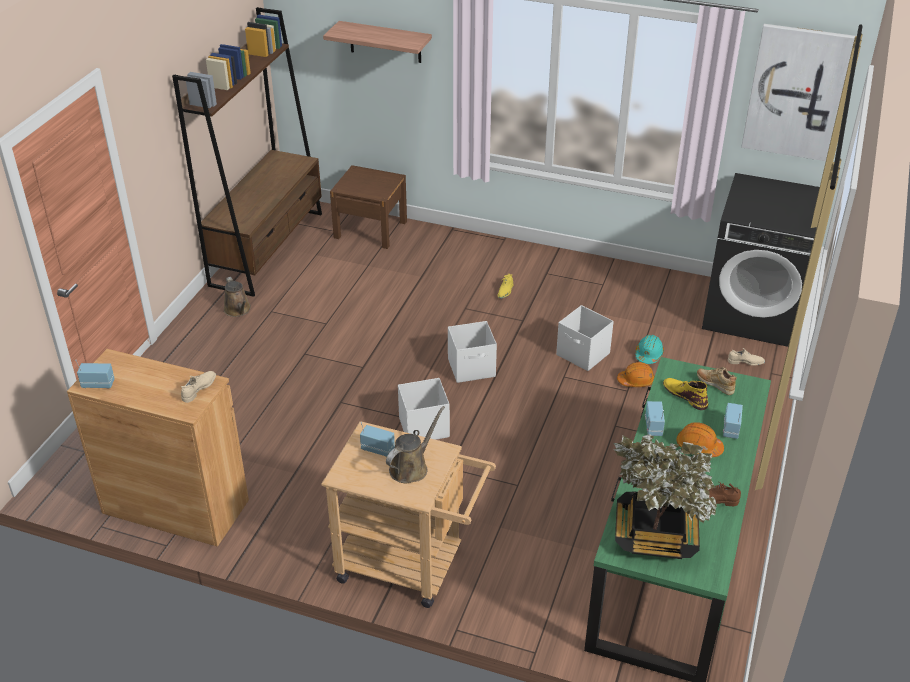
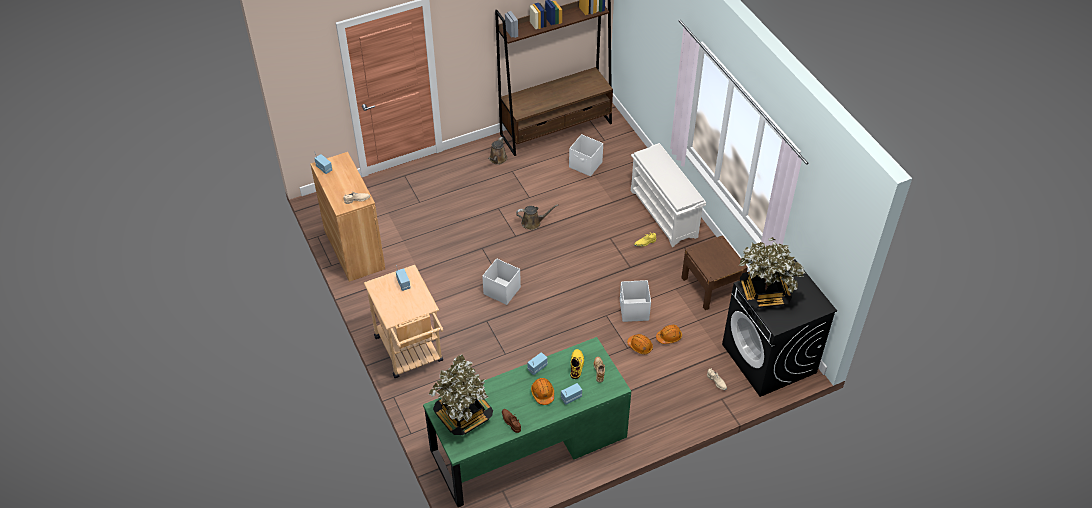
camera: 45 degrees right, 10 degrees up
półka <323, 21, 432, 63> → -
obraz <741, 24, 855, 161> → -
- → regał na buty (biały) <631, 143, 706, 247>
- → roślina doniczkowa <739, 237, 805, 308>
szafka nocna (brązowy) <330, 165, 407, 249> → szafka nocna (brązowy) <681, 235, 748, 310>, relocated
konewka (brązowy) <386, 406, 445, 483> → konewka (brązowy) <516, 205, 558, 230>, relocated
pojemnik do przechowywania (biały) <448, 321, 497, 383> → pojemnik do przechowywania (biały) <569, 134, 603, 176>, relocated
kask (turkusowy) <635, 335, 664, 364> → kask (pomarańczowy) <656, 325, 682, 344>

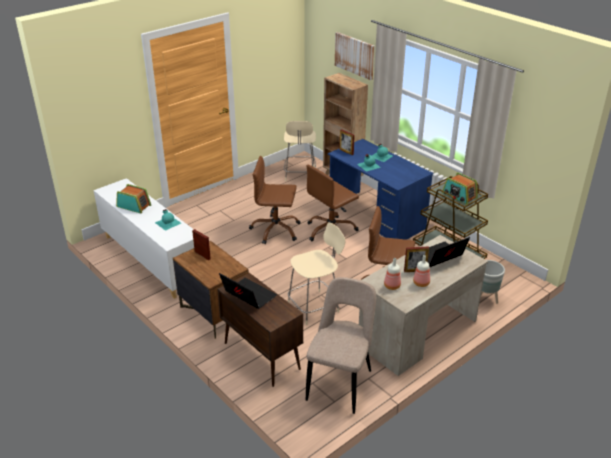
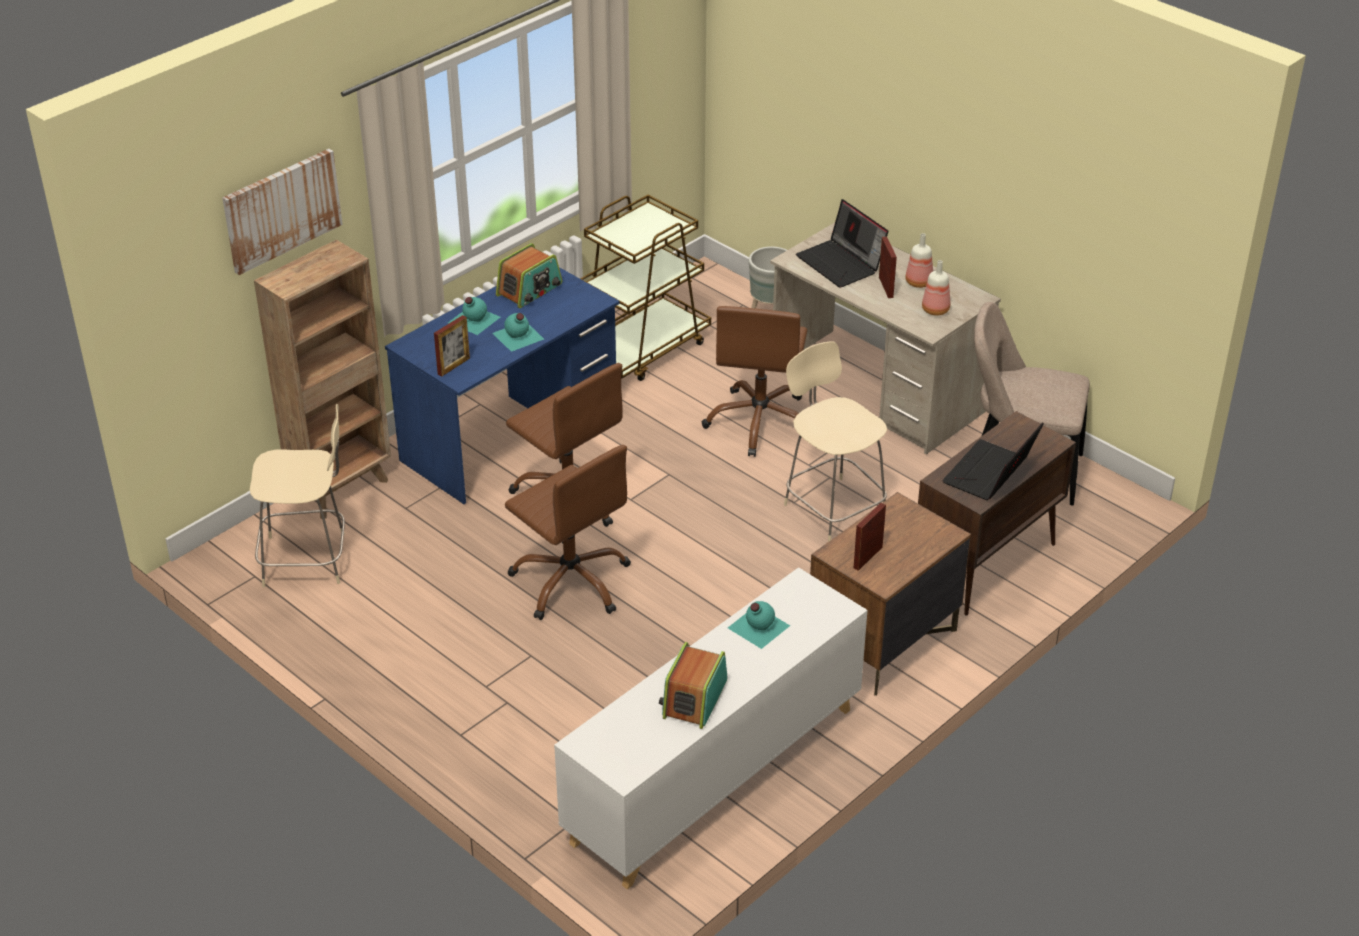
camera: 95 degrees left, 5 degrees up
radio <442, 173, 478, 205> → radio <496, 243, 562, 308>, relocated
krzesło biurowe (brązowy) <249, 156, 301, 244> → krzesło biurowe (brązowy) <505, 445, 631, 620>, 45 degrees counterclockwise

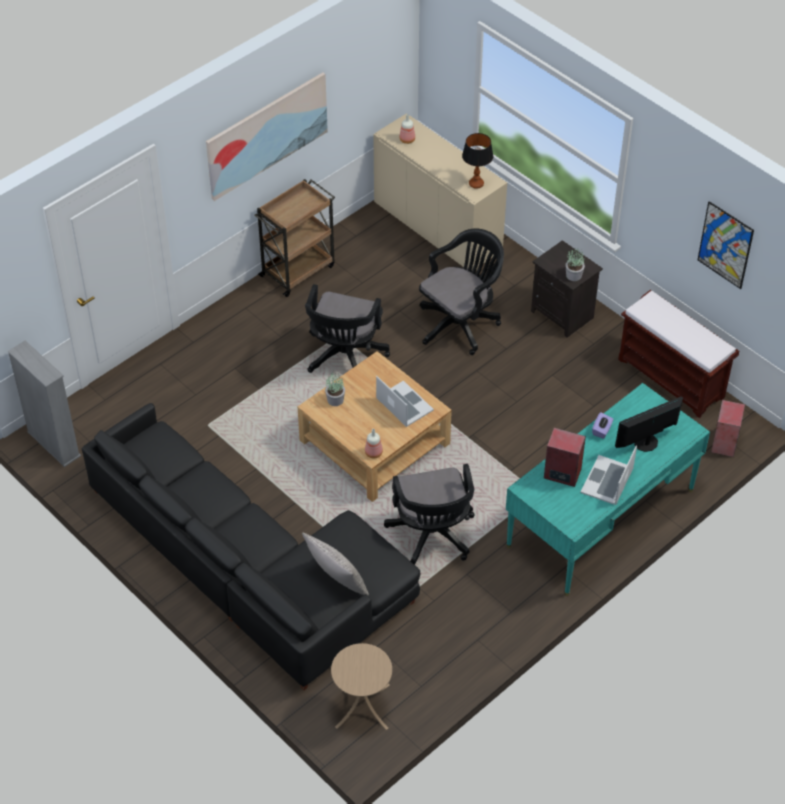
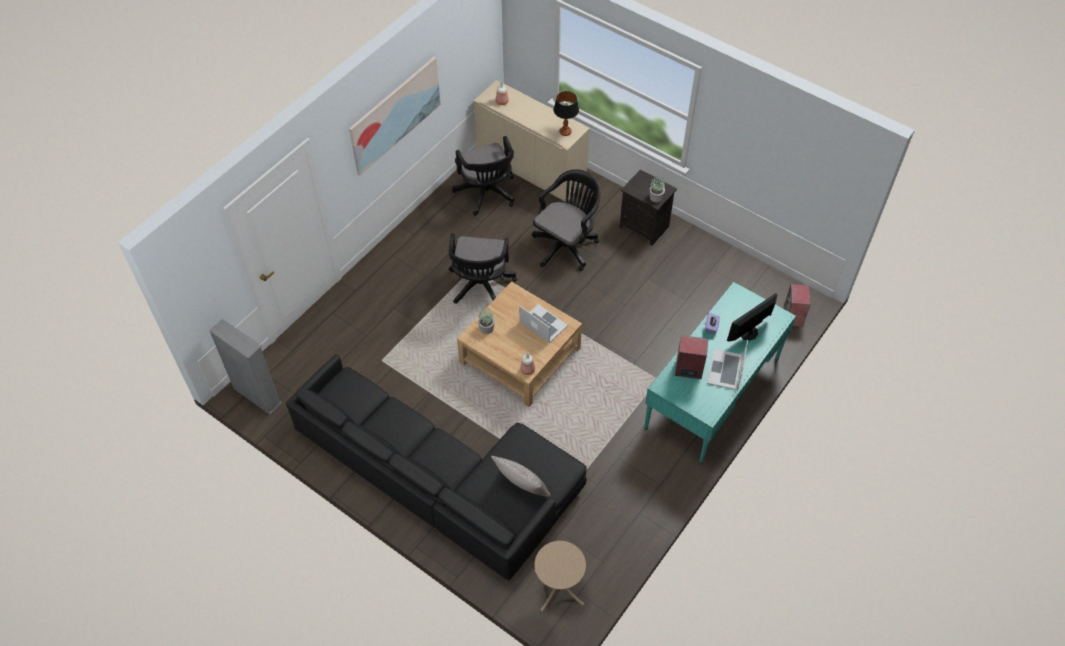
camera: 10 degrees left, 5 degrees up
wózek (brązowy) <254, 179, 335, 297> → -
ławka (brązowy) <618, 290, 739, 418> → -
obraz <698, 201, 754, 289> → -
krzesło biurowe (czarny) <384, 464, 475, 565> → krzesło biurowe (czarny) <452, 136, 515, 216>, relocated

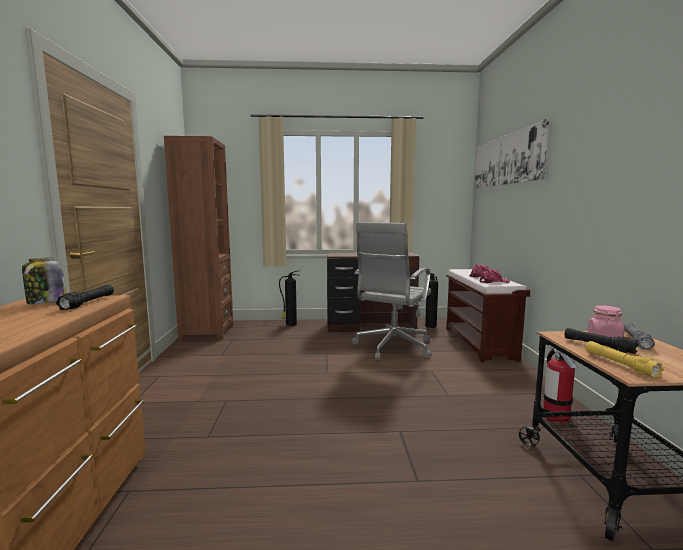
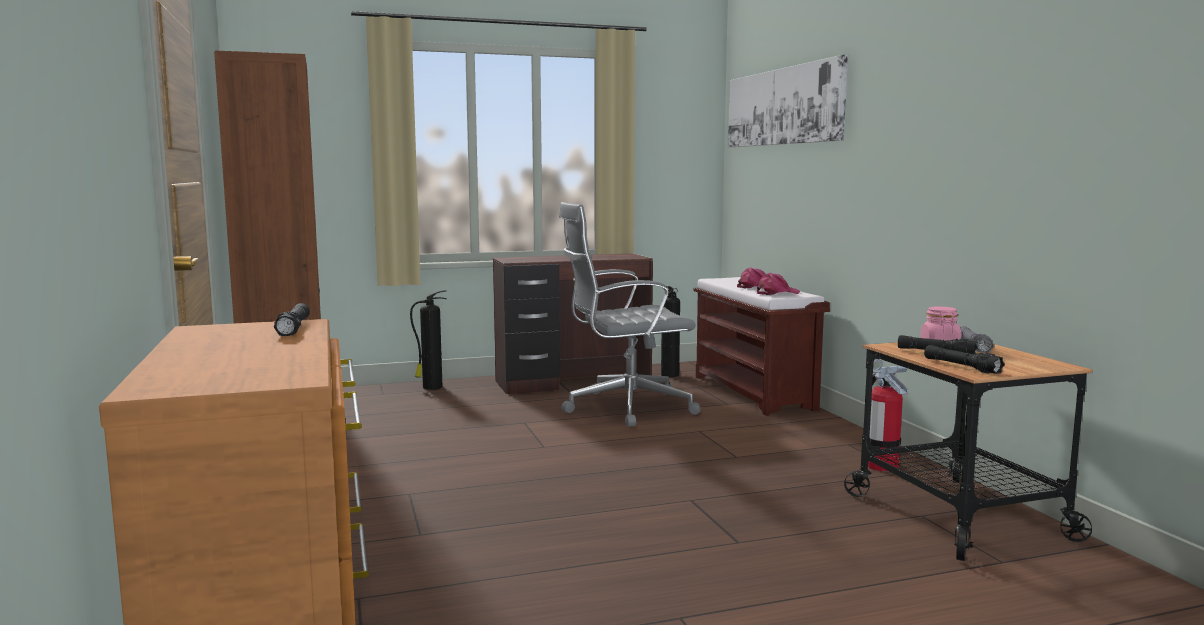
camera: 15 degrees left, 0 degrees up
słoik <22, 257, 66, 304> → -
latarka (żółty) <585, 341, 664, 378> → latarka (czarny) <924, 345, 1005, 374>
krzesło biurowe (szary) <351, 222, 432, 360> → krzesło biurowe (szary) <559, 202, 701, 427>, 60 degrees clockwise

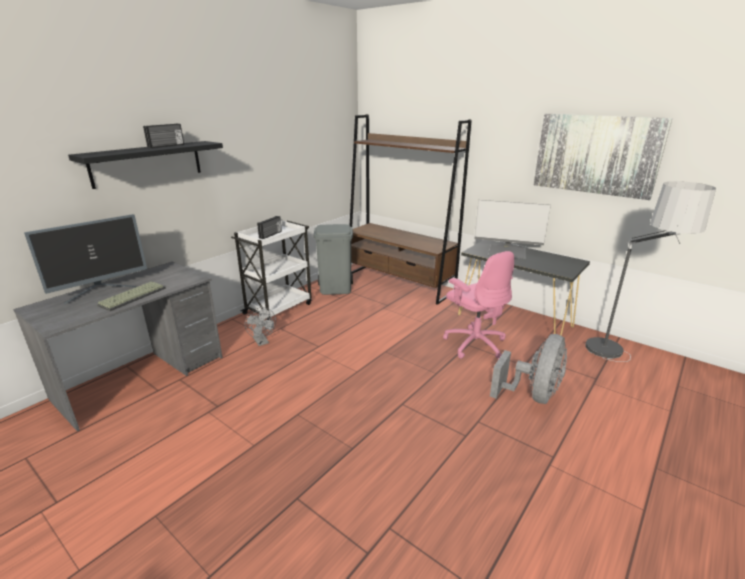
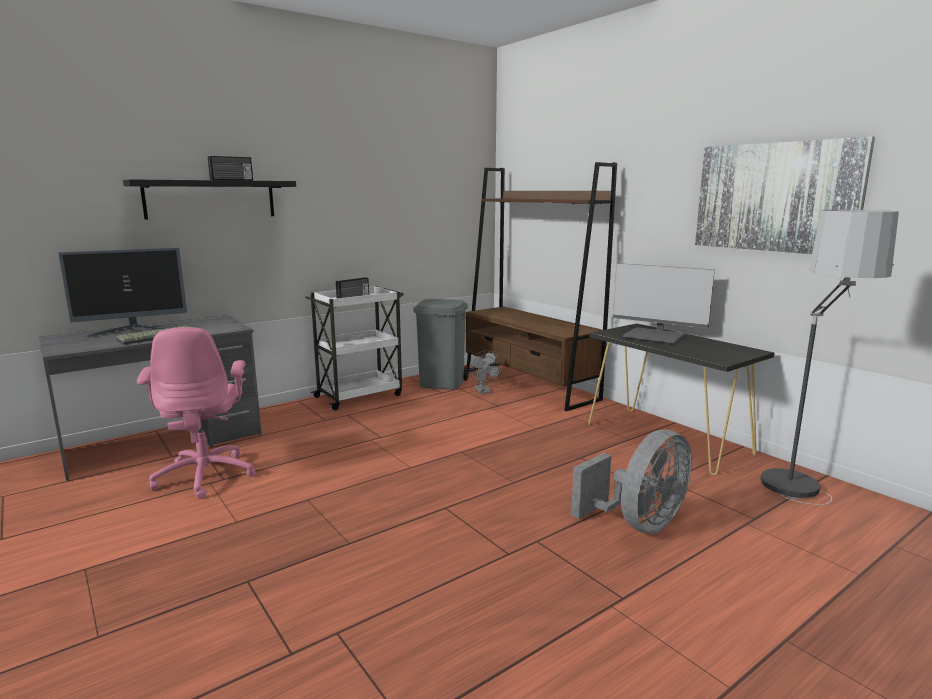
camera: 15 degrees right, 10 degrees down
wentylator (szary) <245, 307, 276, 346> → wentylator (szary) <469, 351, 502, 394>, relocated
krzesło biurowe (różowy) <443, 251, 514, 359> → krzesło biurowe (różowy) <137, 327, 256, 499>, relocated

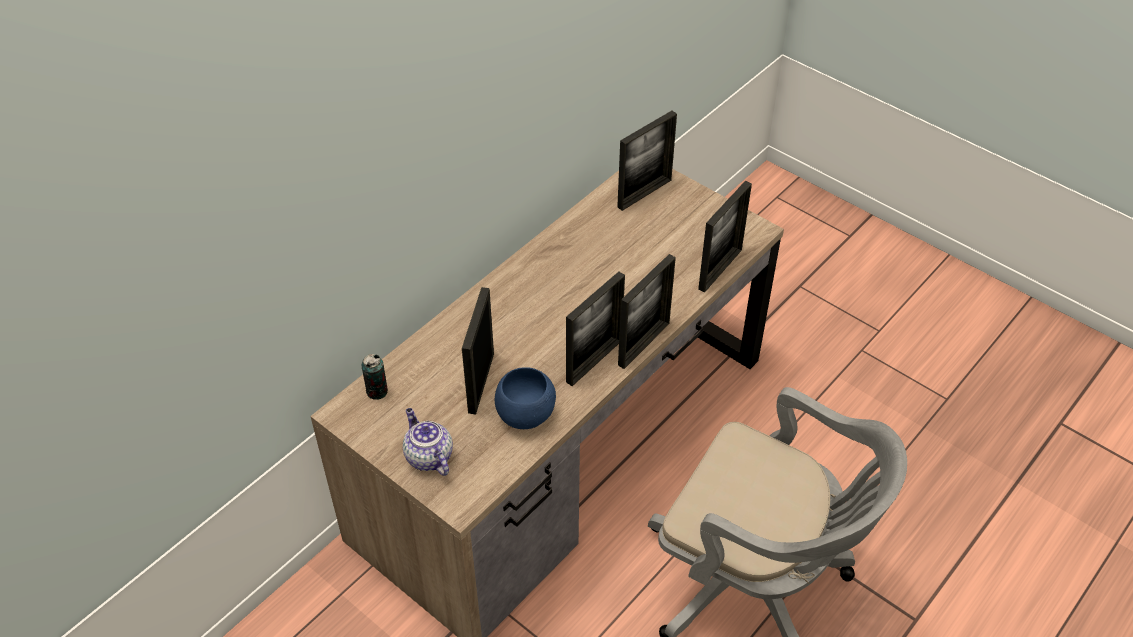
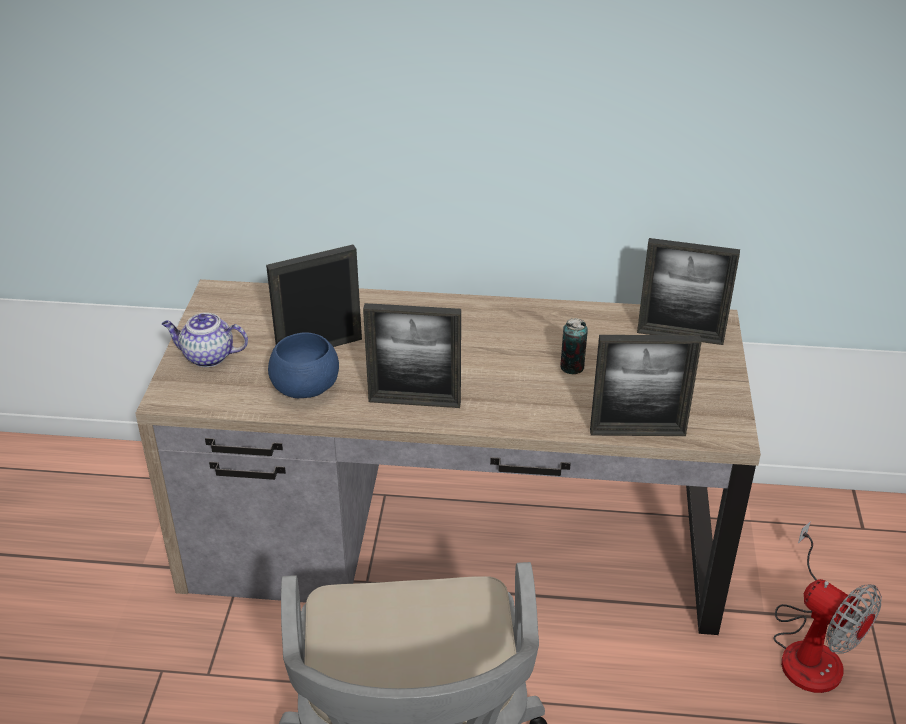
camera: 55 degrees right, 10 degrees down
ramka na zdjęcie <618, 254, 676, 369> → -
- → wentylator <773, 521, 882, 693>
puszka <361, 354, 388, 400> → puszka <560, 318, 588, 374>, relocated
imbryk <403, 408, 453, 476> → imbryk <162, 313, 248, 367>, 105 degrees counterclockwise

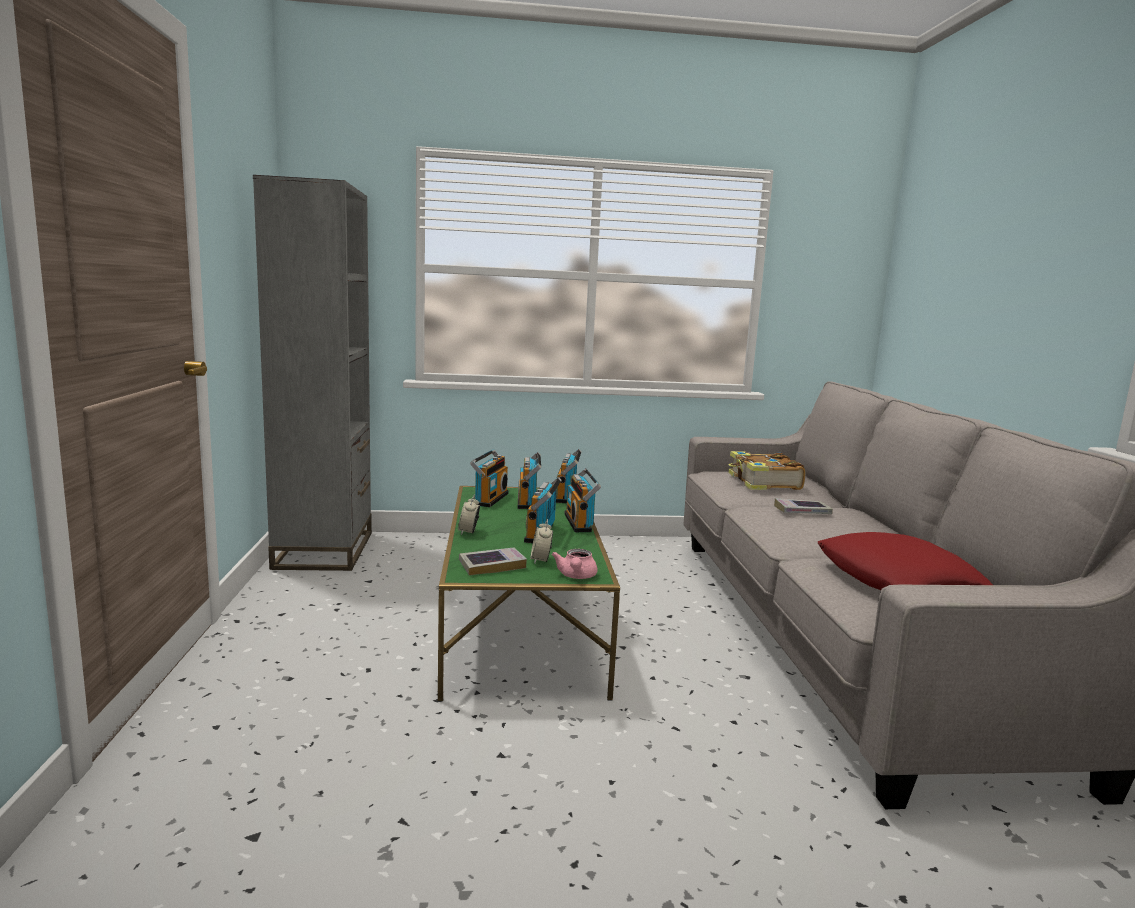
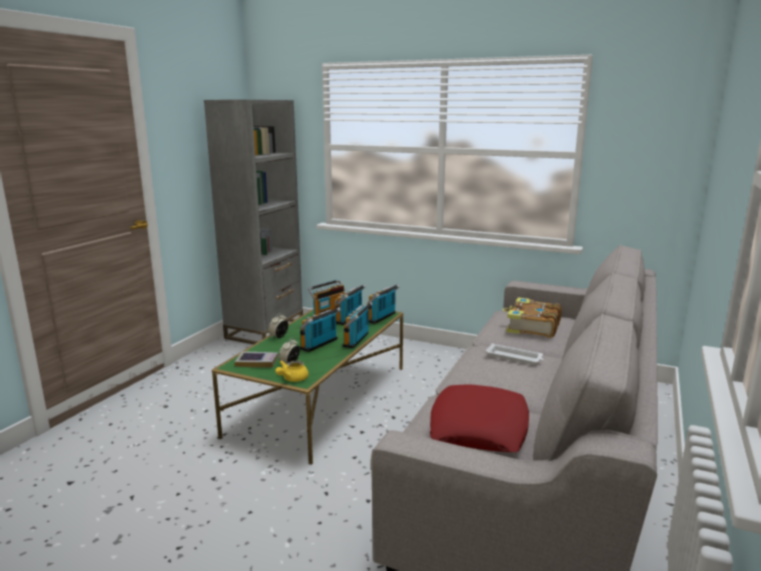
camera: 30 degrees right, 5 degrees up
książka <774, 498, 833, 514> → taca (biały) <485, 343, 543, 365>
imbryk (różowy) <552, 549, 597, 579> → imbryk (żółty) <275, 361, 309, 382>

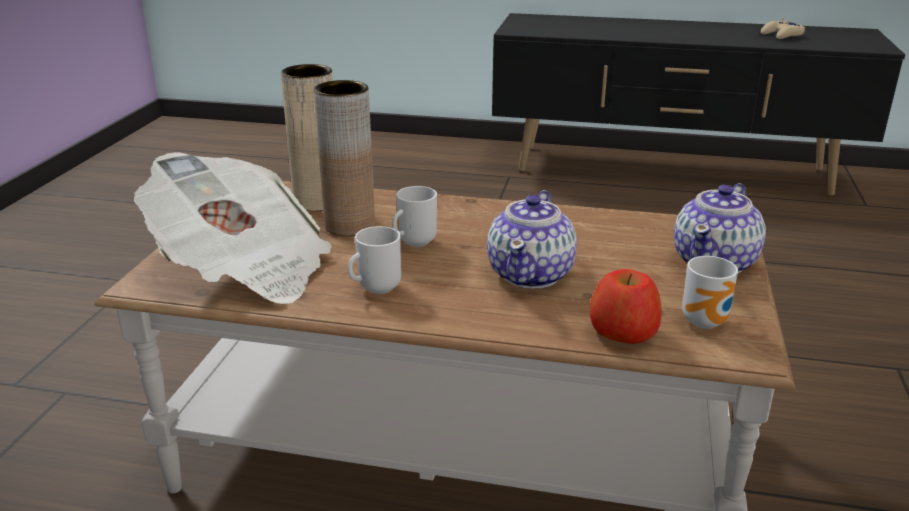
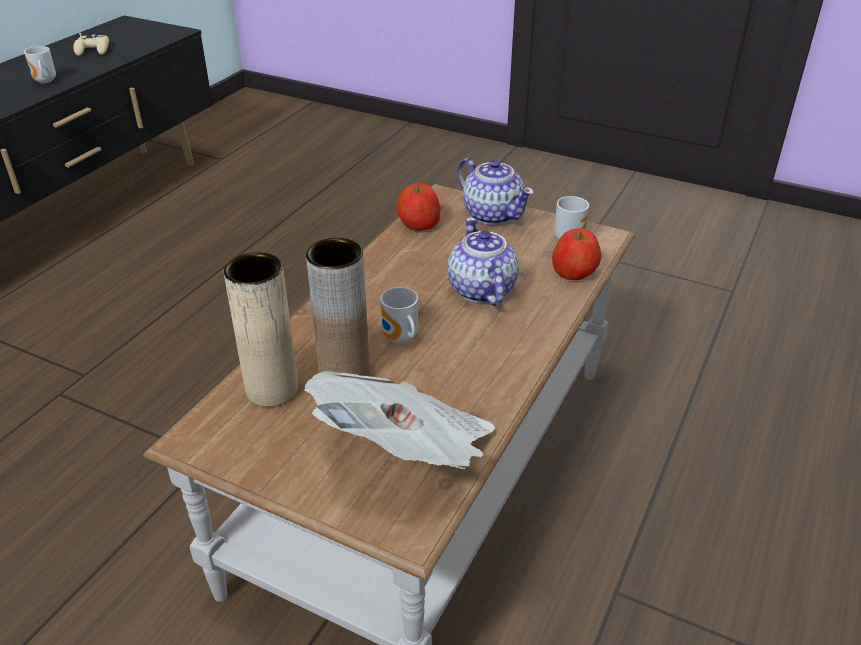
camera: 75 degrees left, 10 degrees up
- → jabłko <397, 183, 440, 230>
kubek <347, 226, 401, 294> → kubek <24, 46, 56, 83>, relocated
imbryk <487, 190, 577, 289> → imbryk <448, 217, 519, 306>, 135 degrees counterclockwise

